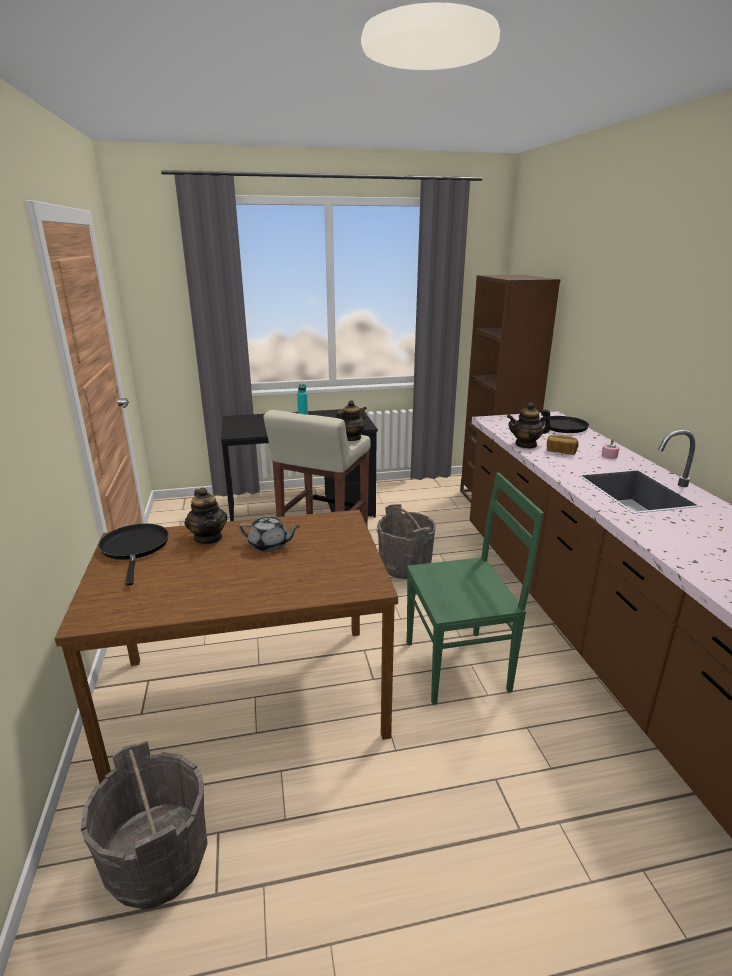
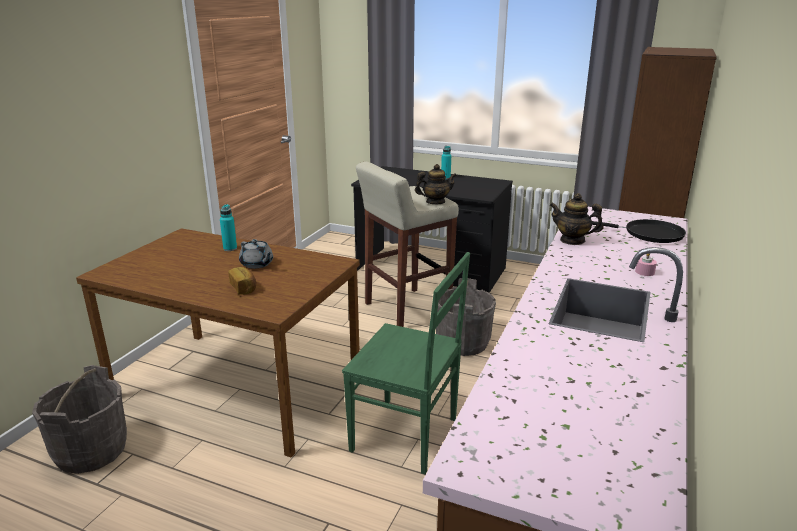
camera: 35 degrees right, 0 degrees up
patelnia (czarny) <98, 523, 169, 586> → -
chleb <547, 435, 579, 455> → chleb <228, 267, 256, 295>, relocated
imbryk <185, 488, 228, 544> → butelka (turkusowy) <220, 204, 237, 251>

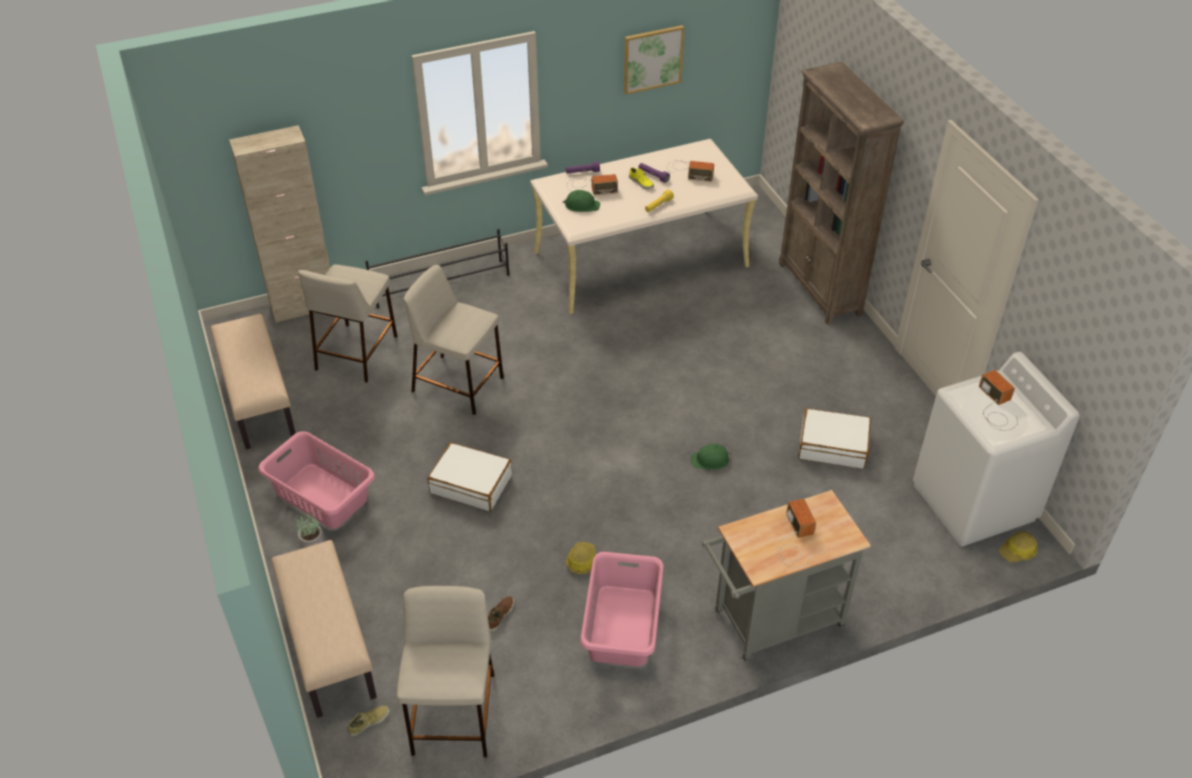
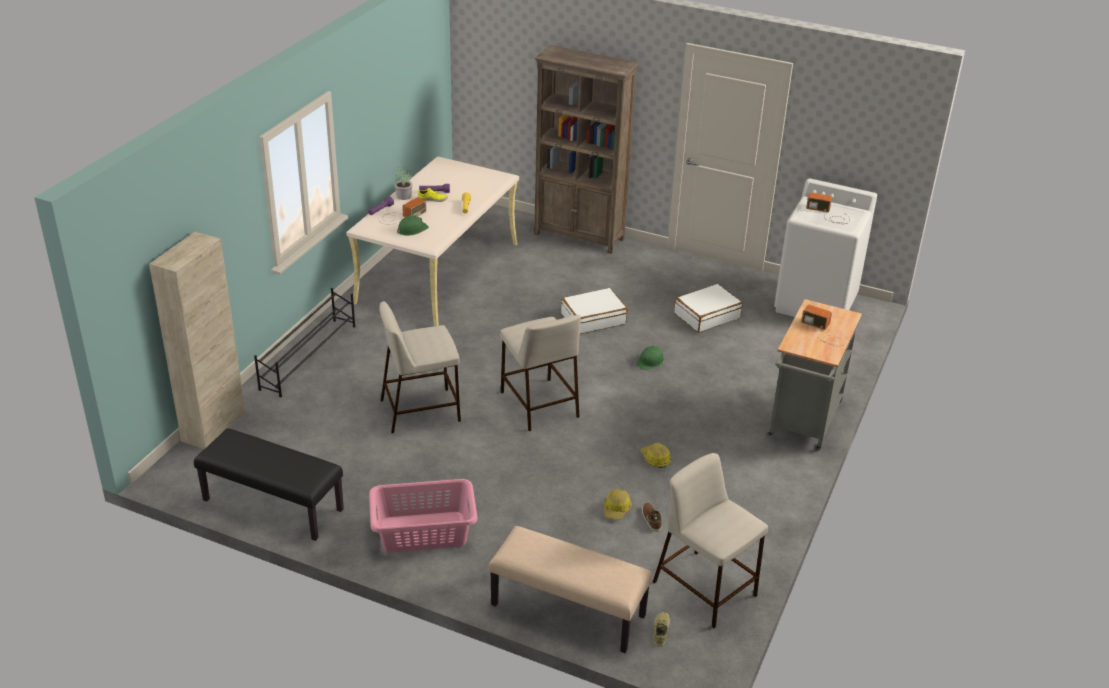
camera: 45 degrees left, 10 degrees down
kosz na pranie (różowy) <580, 552, 664, 666> → -
obraz <624, 25, 684, 95> → -
radio <667, 160, 714, 182> → -
roślina doniczkowa <296, 512, 323, 548> → roślina doniczkowa <394, 164, 412, 200>, relocated
stołek (beżowy) <298, 264, 397, 383> → stołek (beżowy) <500, 315, 581, 431>, relocated
walizka (biały) <427, 442, 512, 511> → walizka (biały) <561, 288, 627, 334>, relocated
kask <999, 531, 1037, 563> → kask <604, 489, 632, 520>, relocated
ławka (beżowy) <210, 314, 296, 450> → ławka (czarny) <194, 428, 344, 541>

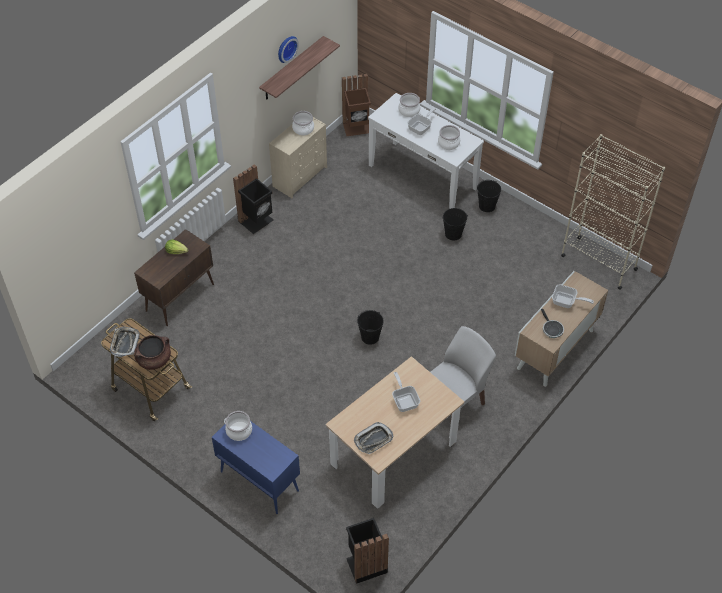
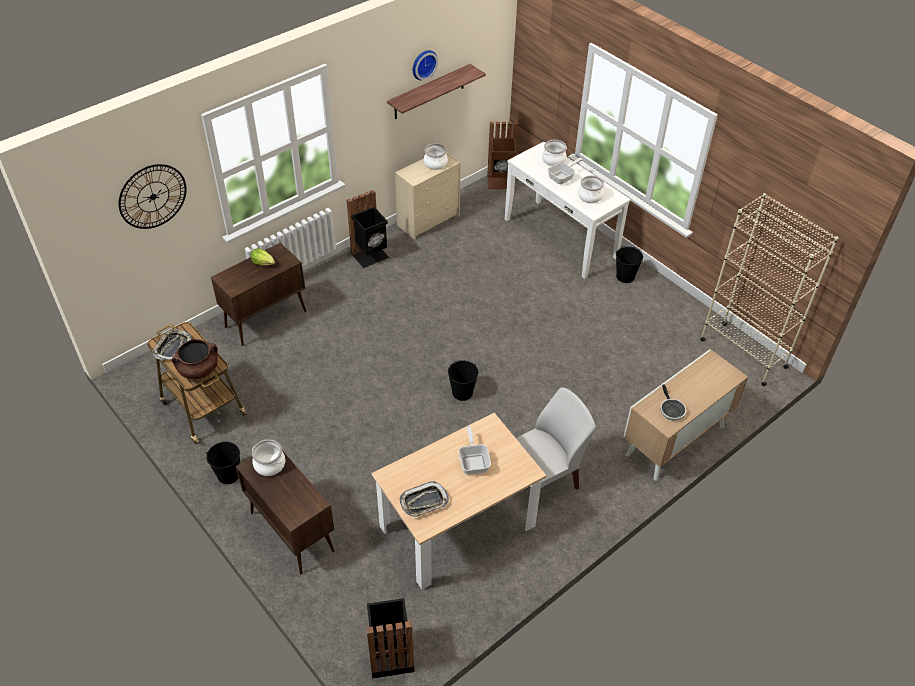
camera: 10 degrees right, 5 degrees down
patelnia <552, 284, 594, 308> → -
- → zegar ścienny <119, 164, 187, 229>
wiadro (czarny) <443, 208, 468, 241> → wiadro (czarny) <206, 442, 240, 484>, relocated
szafka (niebieski) <212, 422, 300, 514> → szafka (brązowy) <236, 452, 334, 574>

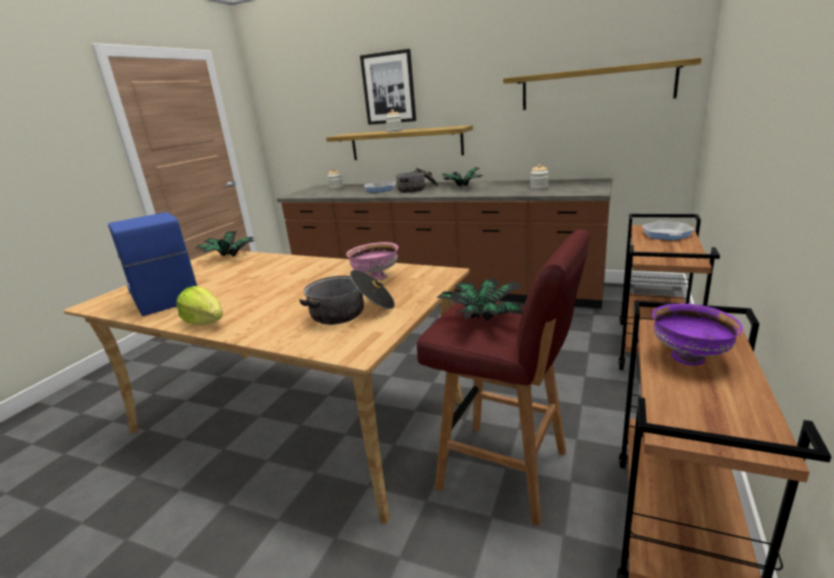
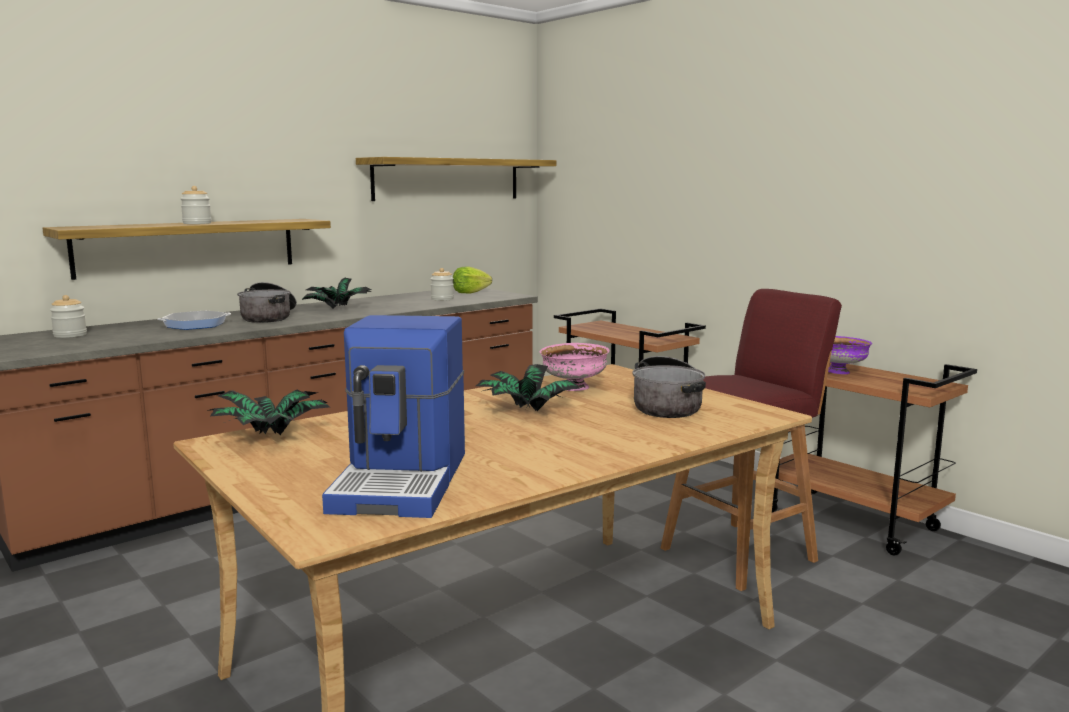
camera: 65 degrees left, 10 degrees down
obraz <360, 49, 416, 125> → -
patelnia <642, 221, 695, 240> → -
sałata <176, 286, 223, 325> → sałata <453, 266, 492, 294>, relocated
roślina doniczkowa <437, 279, 525, 322> → roślina doniczkowa <476, 364, 580, 411>, relocated
ekspres do kawy <108, 212, 197, 316> → ekspres do kawy <322, 315, 465, 518>, 75 degrees counterclockwise

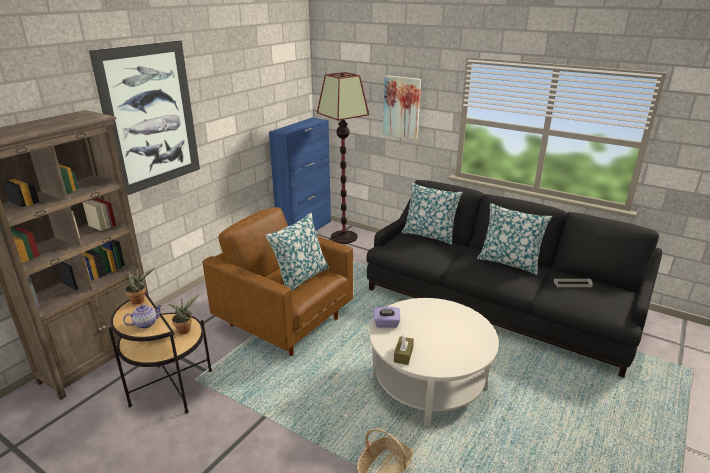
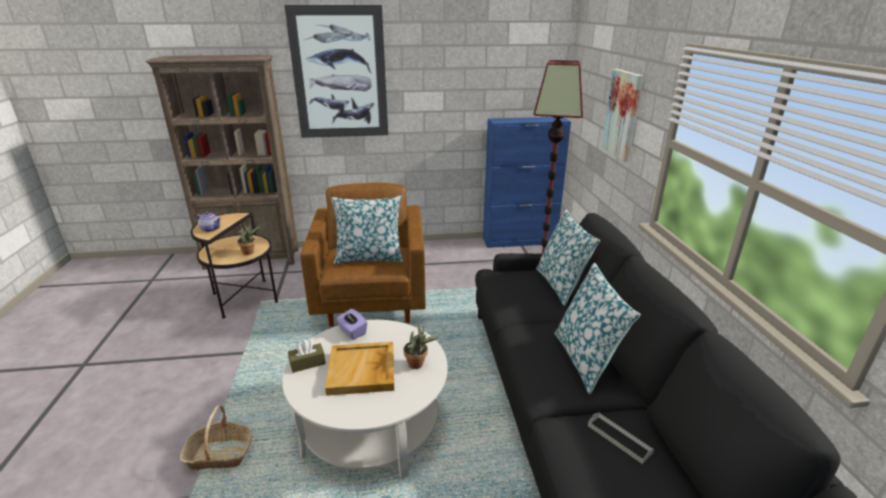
camera: 50 degrees right, 0 degrees up
- → taca (beżowy) <325, 342, 394, 396>
roślina doniczkowa <125, 267, 155, 305> → roślina doniczkowa <403, 324, 439, 369>, relocated

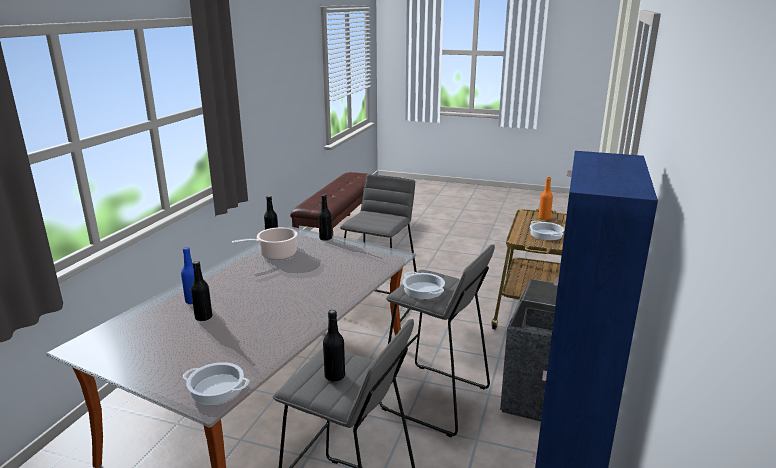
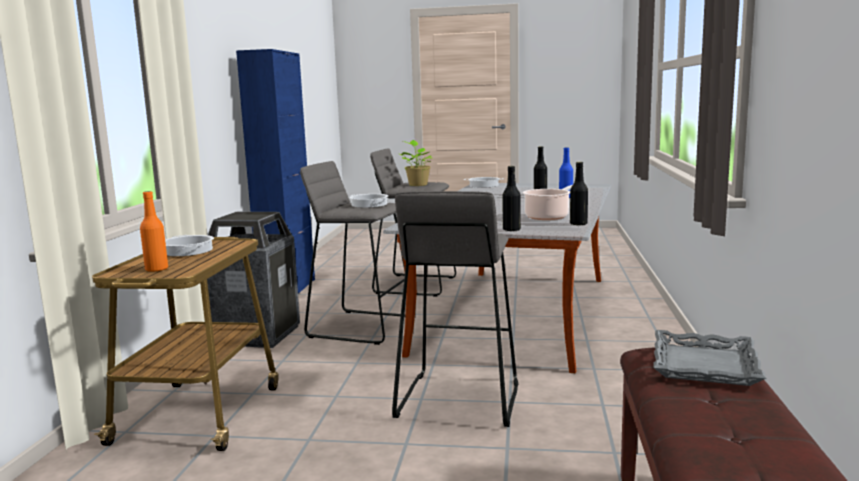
camera: 170 degrees right, 10 degrees down
- → taca (szary) <653, 330, 767, 386>
butelka (czarny) <323, 310, 345, 382> → roślina doniczkowa <399, 140, 432, 186>

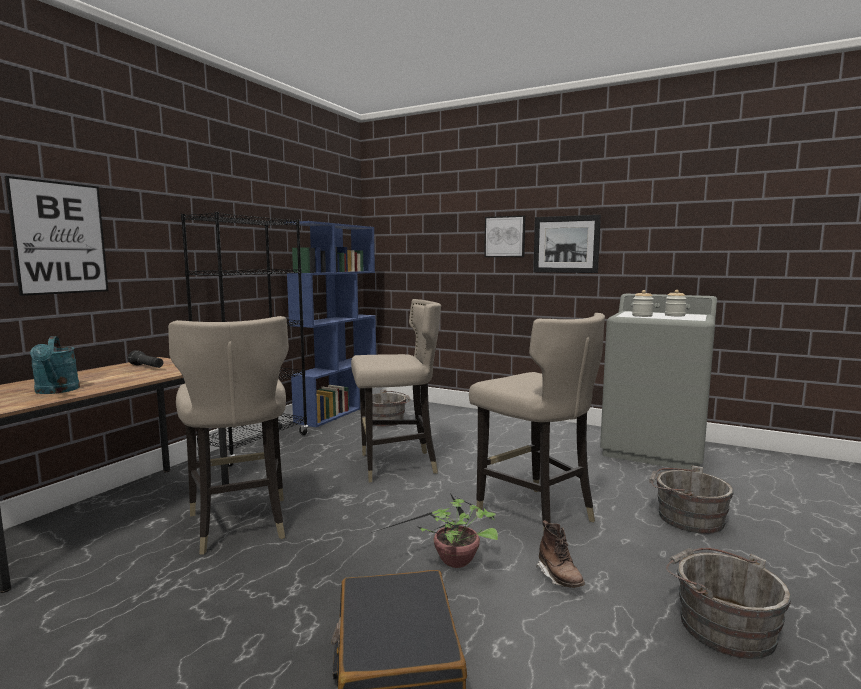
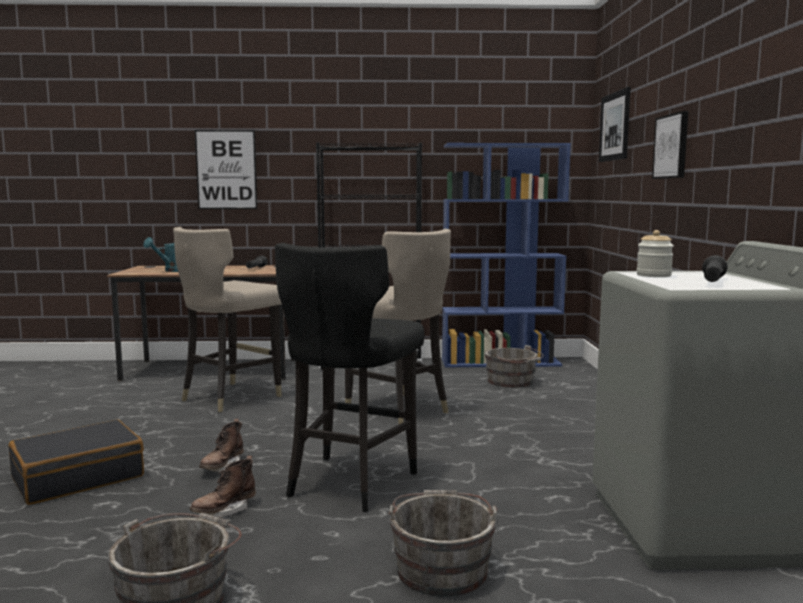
camera: 60 degrees right, 0 degrees up
obraz <533, 215, 601, 273> → obraz <599, 87, 631, 162>, relocated
roślina doniczkowa <371, 493, 498, 568> → but z cholewką (brązowy) <199, 419, 244, 472>
słoik <665, 290, 687, 316> → latarka (czarny) <702, 255, 728, 282>
stołek (beżowy) <469, 313, 605, 532> → stołek (czarny) <275, 243, 424, 512>

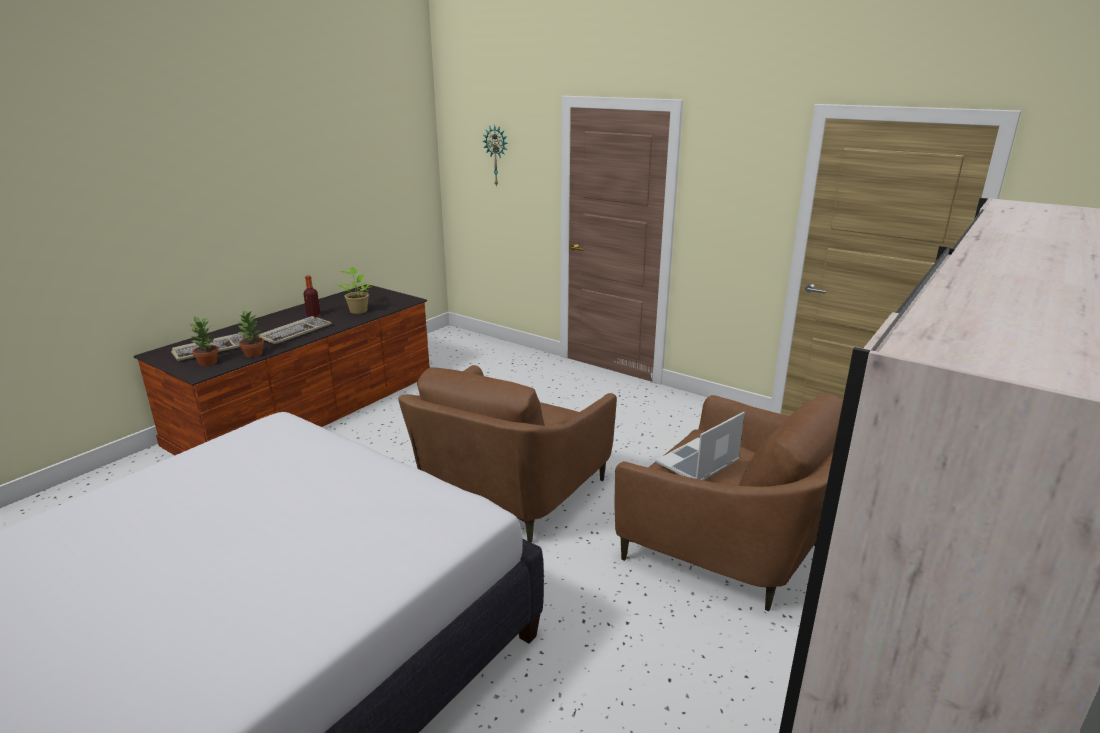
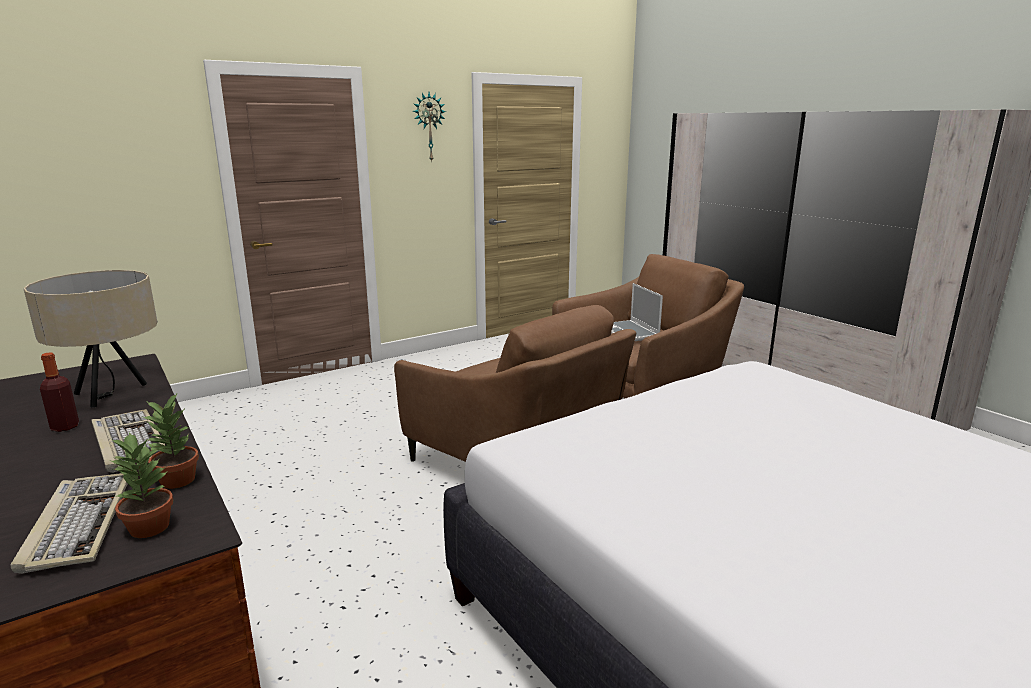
camera: 70 degrees left, 5 degrees down
zegar ścienny <483, 125, 508, 187> → zegar ścienny <413, 92, 446, 162>, relocated
roślina doniczkowa <337, 267, 372, 314> → lampa stołowa (beżowy) <23, 270, 157, 407>

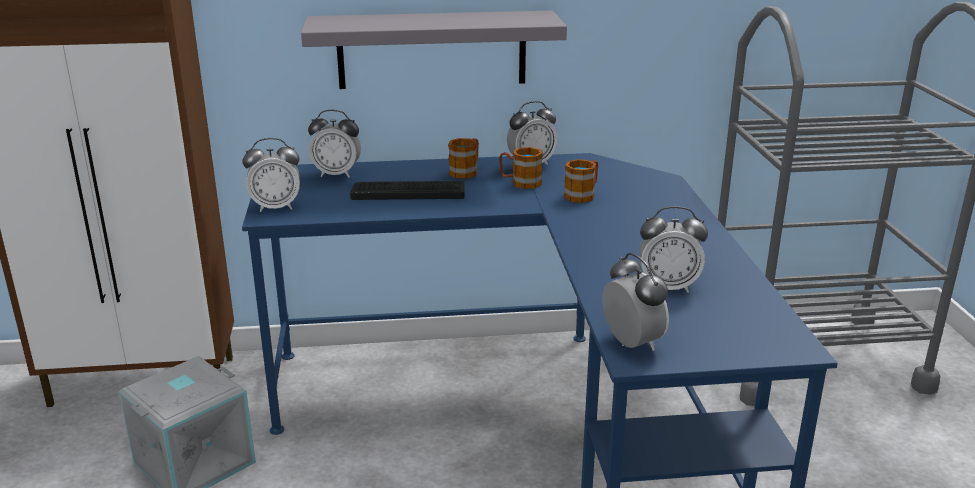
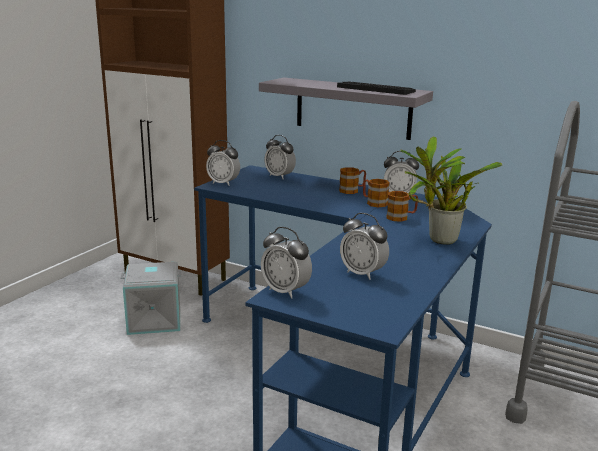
camera: 35 degrees right, 5 degrees down
- → roślina doniczkowa <400, 136, 502, 245>
klawiatura <350, 181, 465, 200> → klawiatura <337, 82, 416, 95>, relocated
budzik <602, 253, 669, 351> → budzik <261, 227, 312, 299>, 120 degrees clockwise

